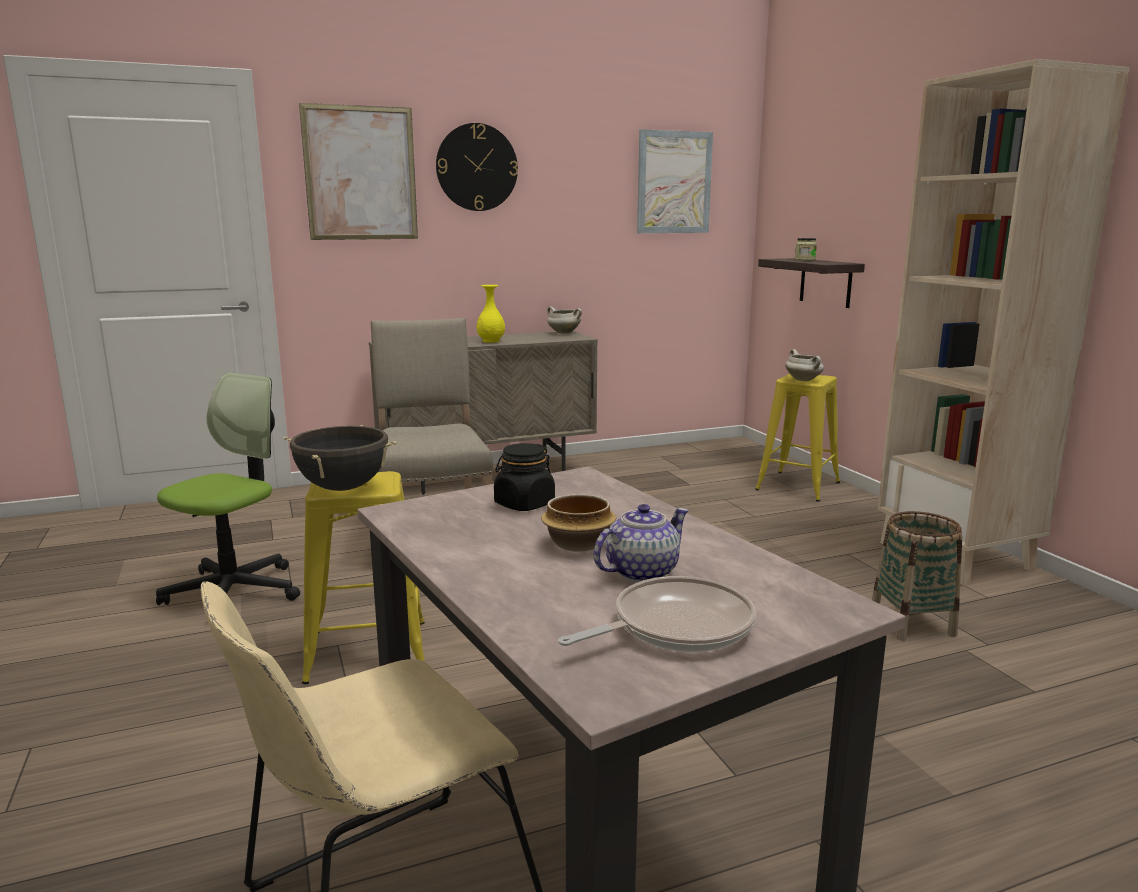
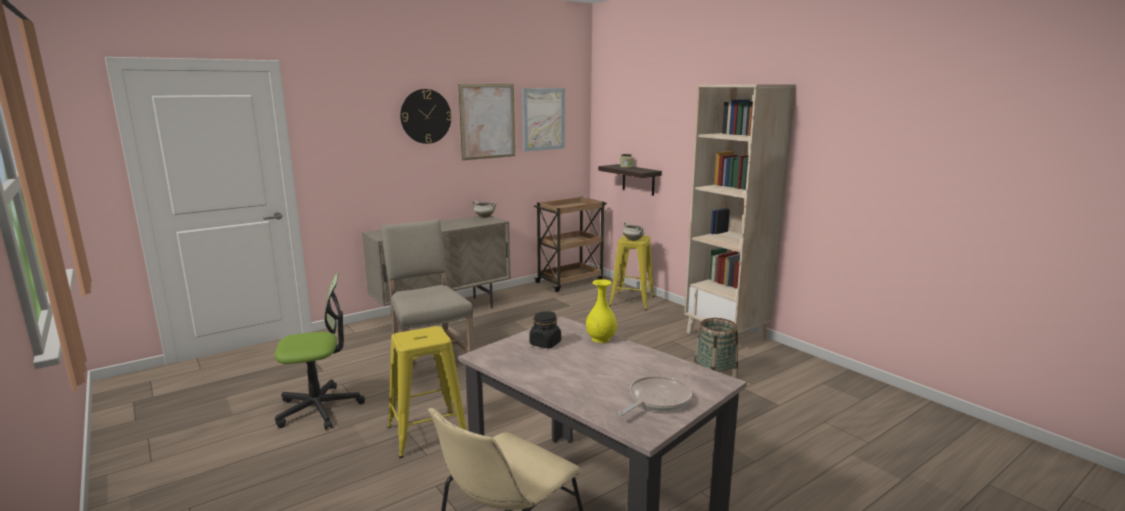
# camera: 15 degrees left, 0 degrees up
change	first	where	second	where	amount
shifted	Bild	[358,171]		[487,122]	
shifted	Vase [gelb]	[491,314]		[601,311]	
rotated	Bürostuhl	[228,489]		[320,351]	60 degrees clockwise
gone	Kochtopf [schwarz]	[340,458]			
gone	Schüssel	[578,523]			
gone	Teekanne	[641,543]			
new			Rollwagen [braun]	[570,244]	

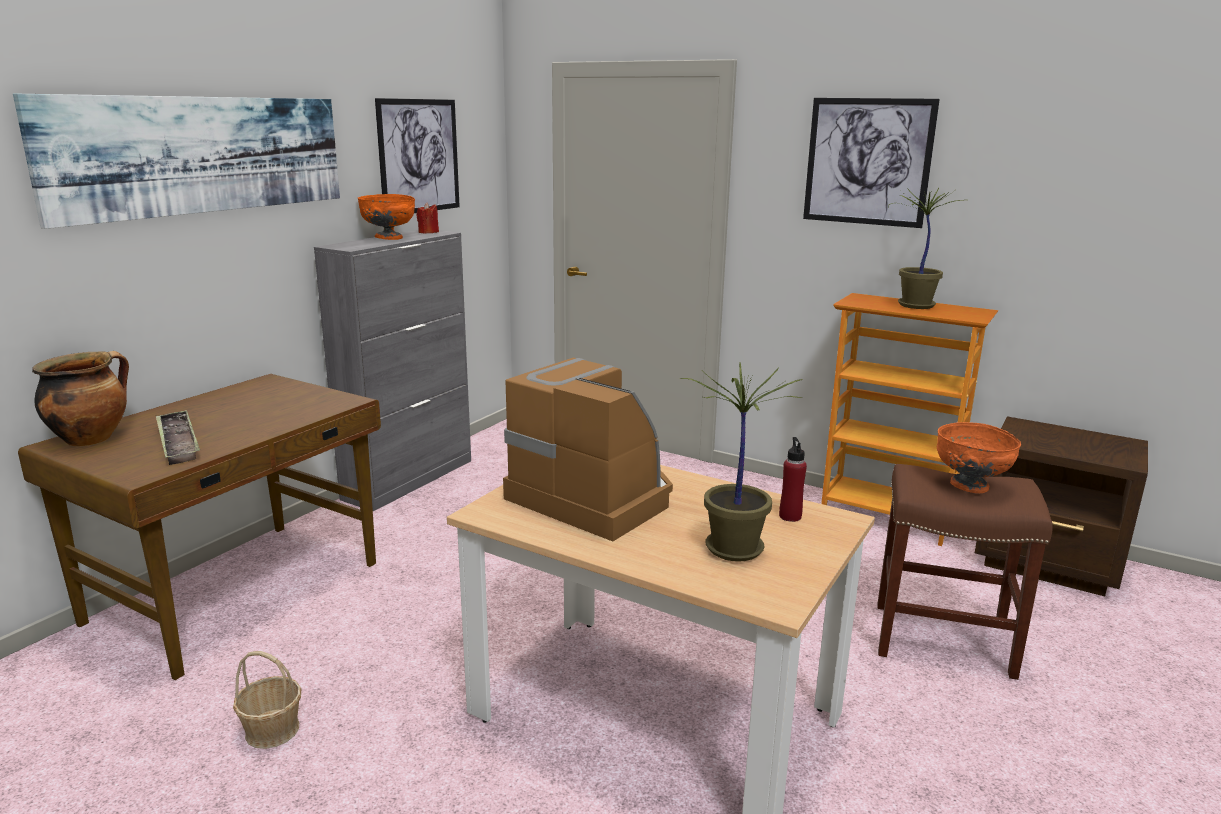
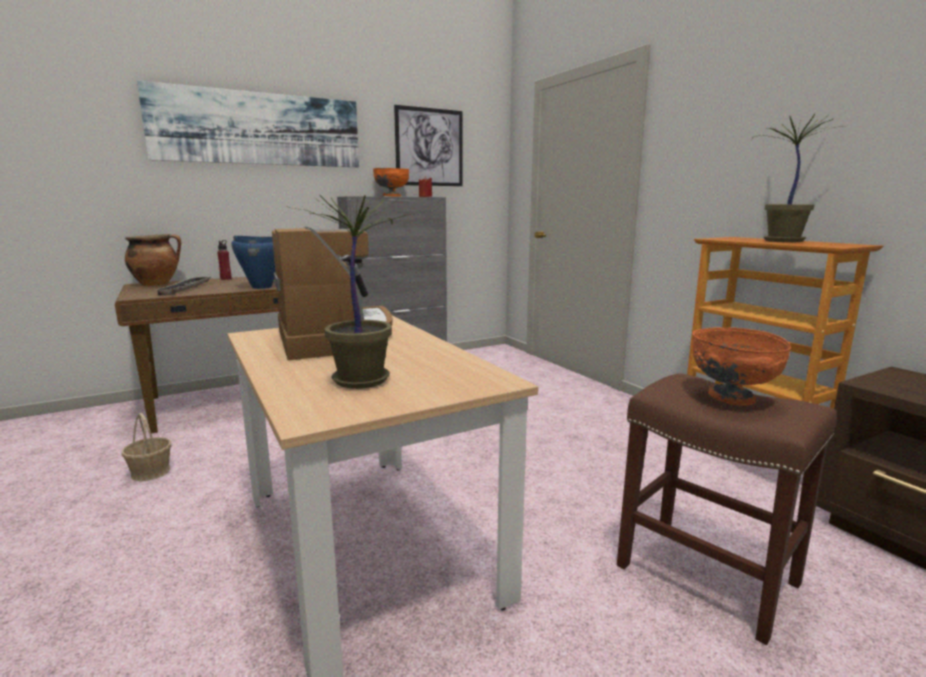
# camera: 30 degrees right, 5 degrees down
change	first	where	second	where	amount
gone	Bild	[871,163]			
shifted	Flasche [rot]	[793,479]		[224,260]	
new			Kochtopf [blau]	[253,262]	

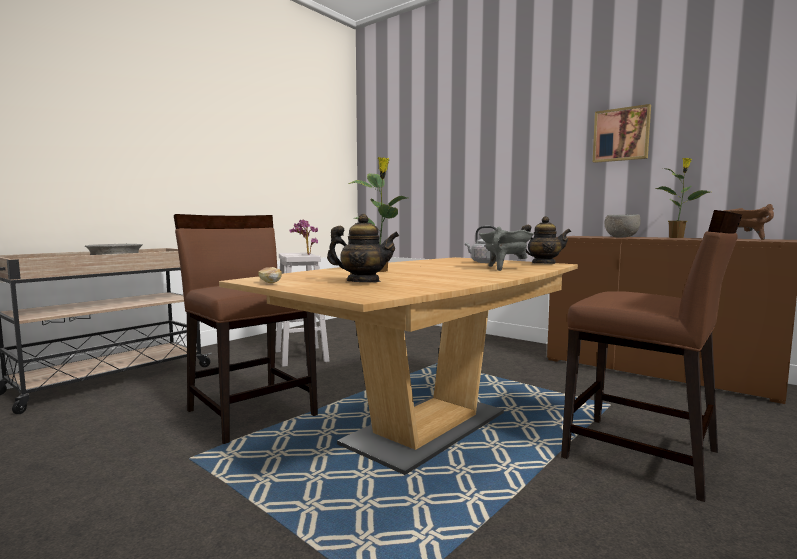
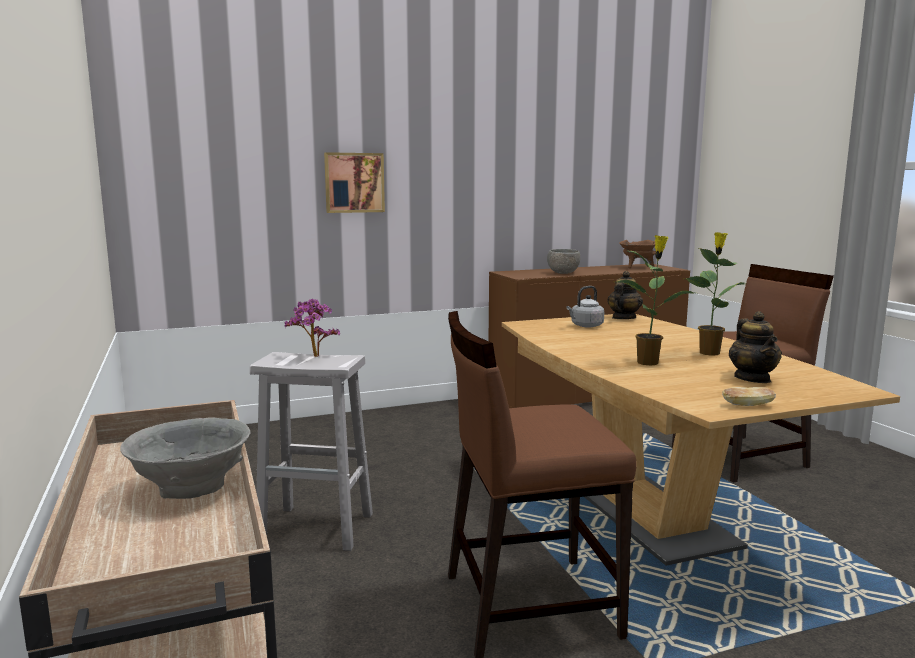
# camera: 60 degrees left, 5 degrees up
change	first	where	second	where	amount
shifted	Bild	[622,133]		[354,182]	
shifted	Topfpflanze	[683,198]		[715,294]	
rotated	Teekanne	[363,248]		[755,347]	135 degrees clockwise
gone	Kochtopf [grau]	[506,249]			

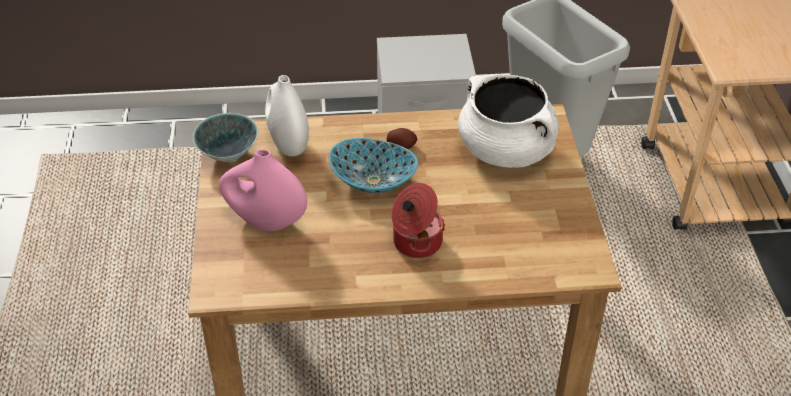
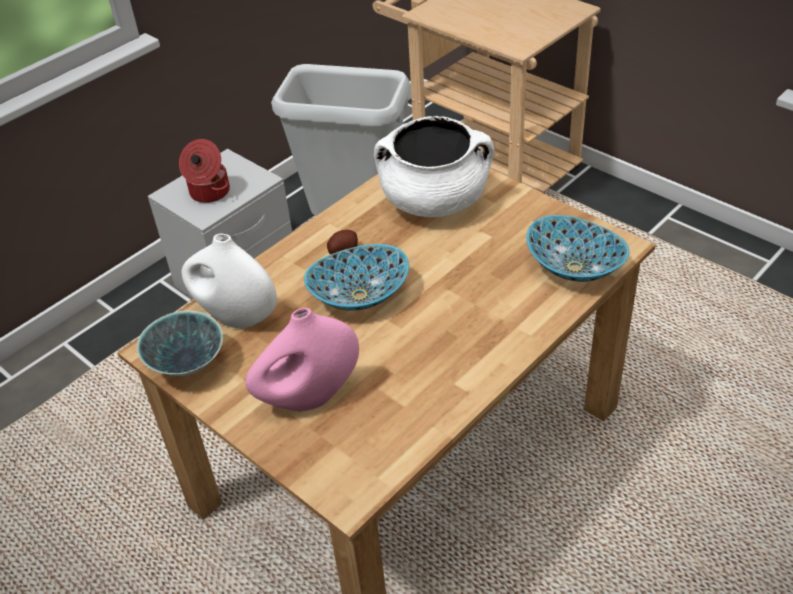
# camera: 40 degrees left, 0 degrees up
change	first	where	second	where	amount
shifted	Kochtopf	[418,220]		[204,171]	
new			Schüssel	[577,248]	

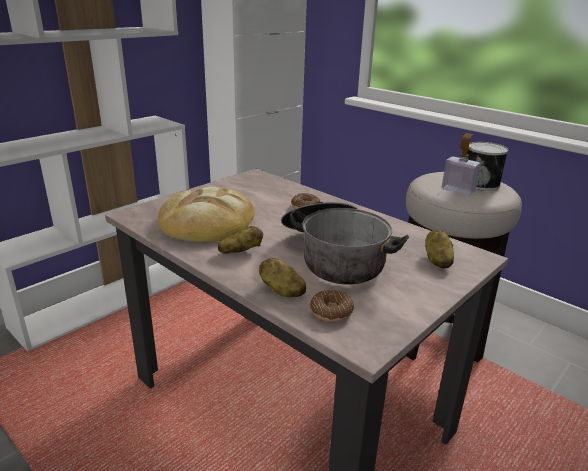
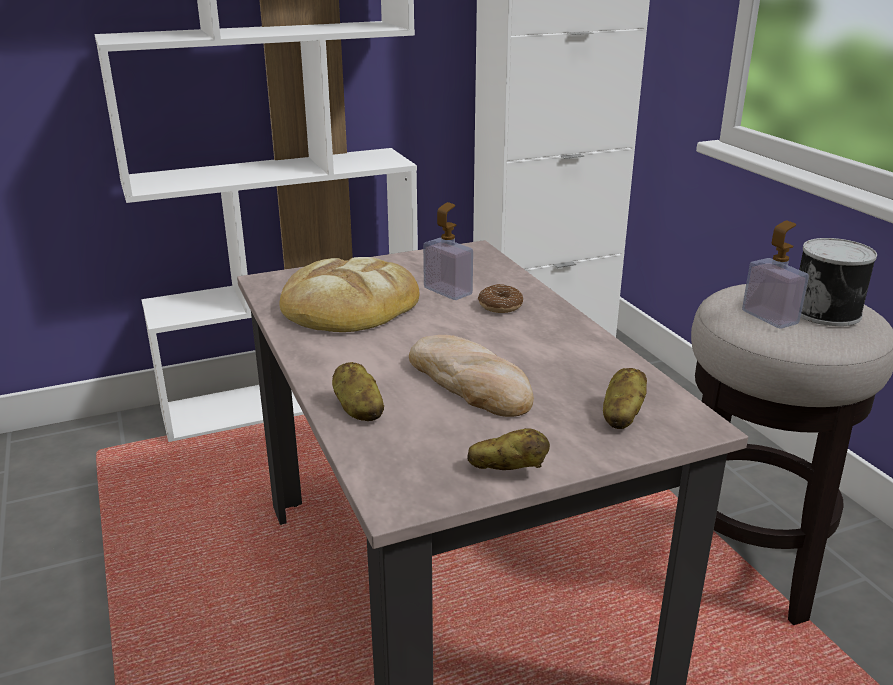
# camera: 25 degrees right, 0 degrees up
change	first	where	second	where	amount
swapped	Kochtopf	[345,243]	Brot	[471,376]	
shifted	Kartoffel	[240,240]		[508,449]	
gone	Donut	[332,306]			
new			Seifenspender	[448,251]	

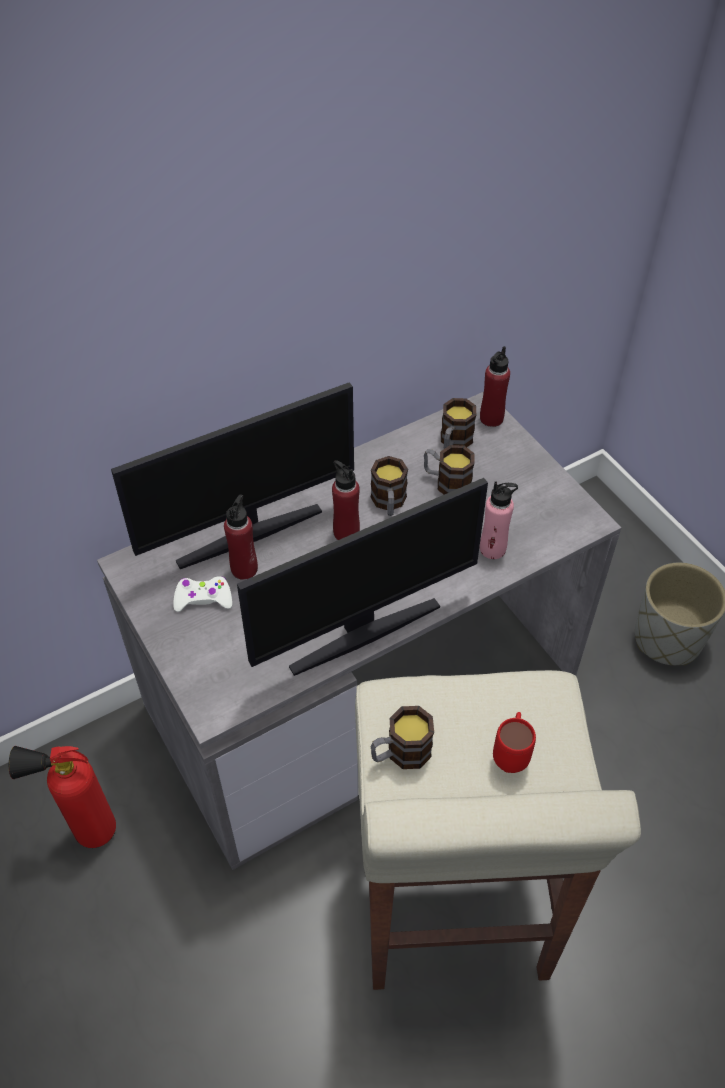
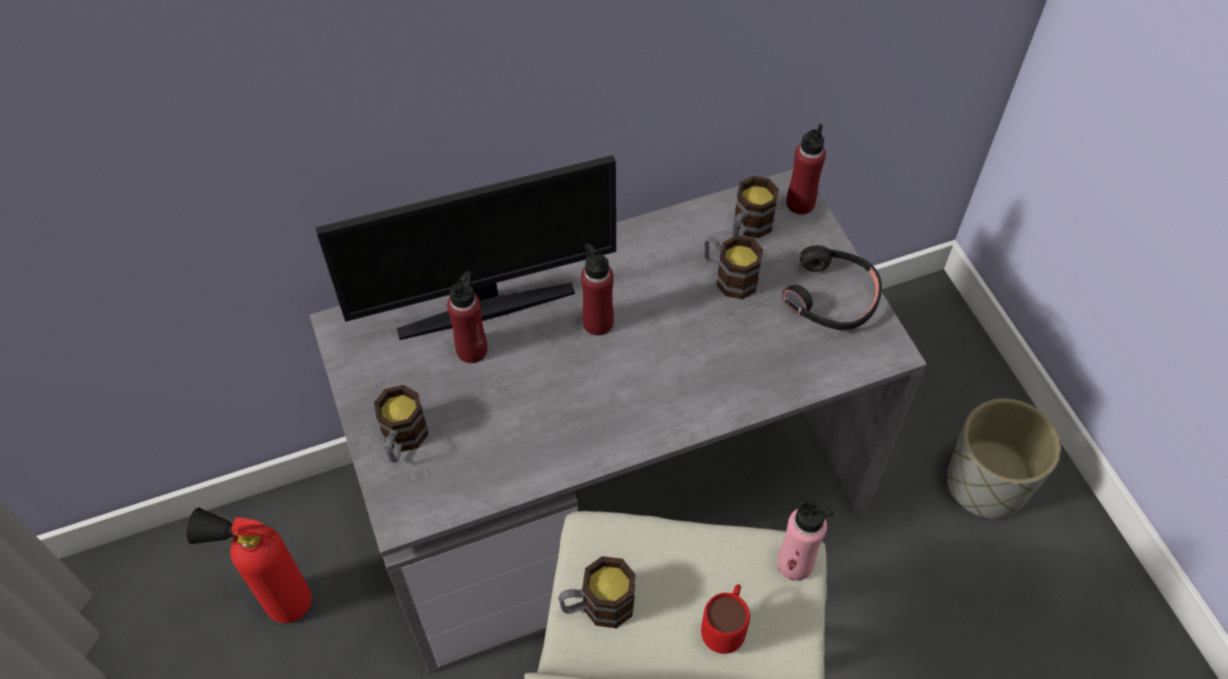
# camera: 10 degrees right, 5 degrees up
change	first	where	second	where	amount
shifted	Henkelbecher	[389,486]		[401,423]	
gone	Monitor	[362,577]			
shifted	Flasche [rosa]	[499,520]		[805,540]	
gone	Gamepad [weiß]	[202,594]			
new			Kopfhörer [schwarz]	[832,287]	

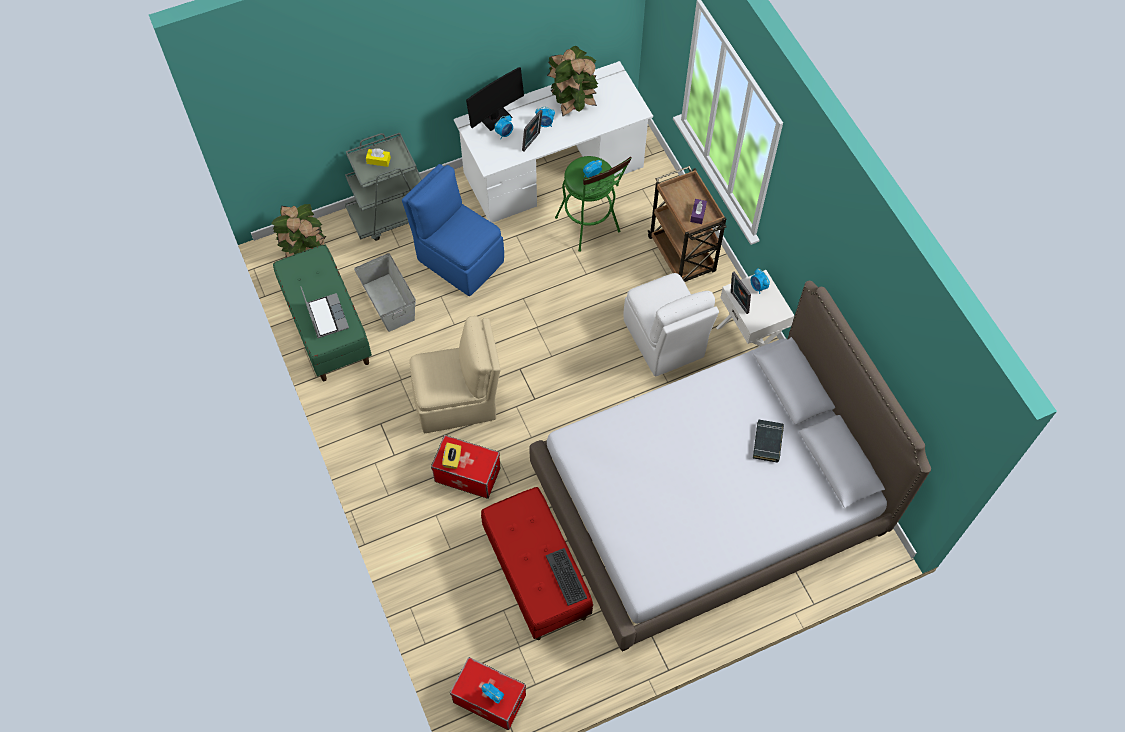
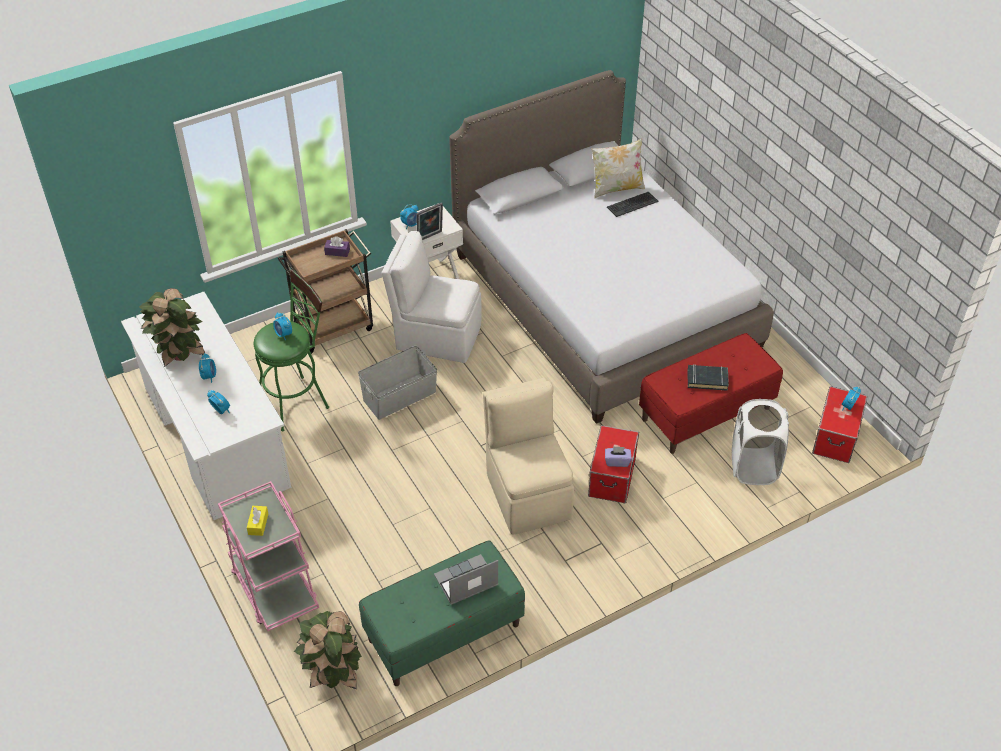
# camera: 95 degrees left, 15 degrees down
change	first	where	second	where	amount
gone	Monitor	[495,99]			
gone	Bilderrahmen	[532,130]			
repainted	Rollwagen [grau]	[383,187]	Rollwagen [rosa]	[268,556]	
gone	Stuhl [blau]	[453,230]			
shifted	Aufbewahrungsbox [grau]	[385,292]		[397,382]	
rotated	Stuhl [weiß]	[671,325]		[431,297]	135 degrees counterclockwise
shifted	Buch [schwarz]	[768,440]		[708,377]	
repainted	Taschentuchbox [gelb]	[451,456]	Taschentuchbox [lila]	[618,456]	
shifted	Tastatur	[566,577]		[633,204]	
new			Kissen	[618,168]	
new			Wäschekorb [weiß]	[760,442]	

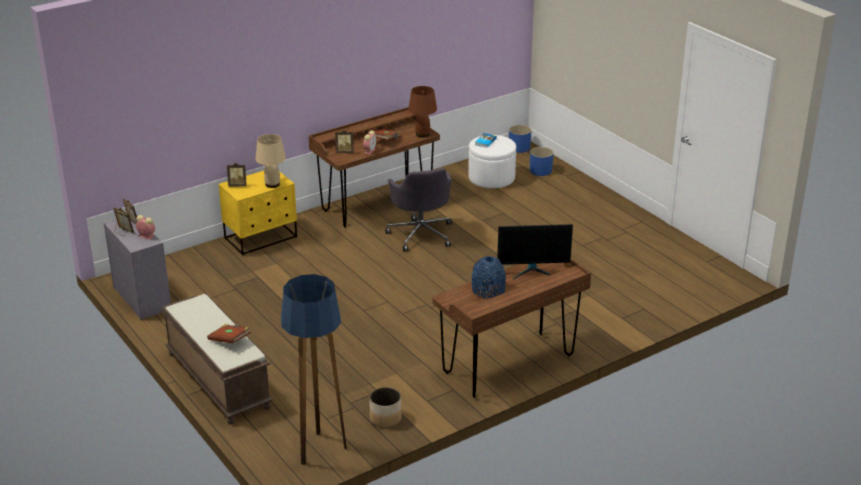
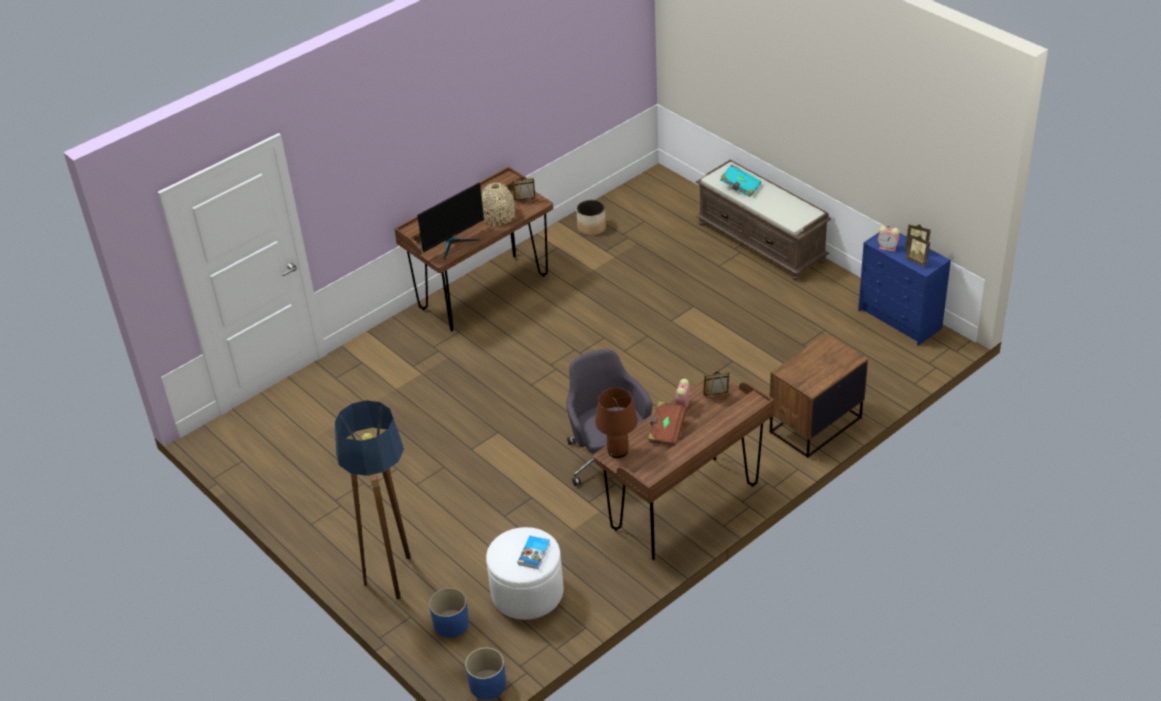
# camera: 175 degrees right, 10 degrees up
change	first	where	second	where	amount
gone	Tischlampe [beige]	[271,161]			
shifted	Bilderrahmen	[237,175]		[524,192]	
repainted	Nachttisch [gelb]	[258,213]	Nachttisch [braun]	[819,396]	
repainted	Kommode [grau]	[137,269]	Kommode [blau]	[904,286]	
rotated	Monitor	[535,251]		[450,221]	150 degrees clockwise
repainted	Vase [blau]	[489,277]	Vase [beige]	[498,204]	
shifted	Stehlampe	[314,369]		[373,499]	
repainted	Buch [braun]	[229,333]	Buch [türkis]	[741,180]	

